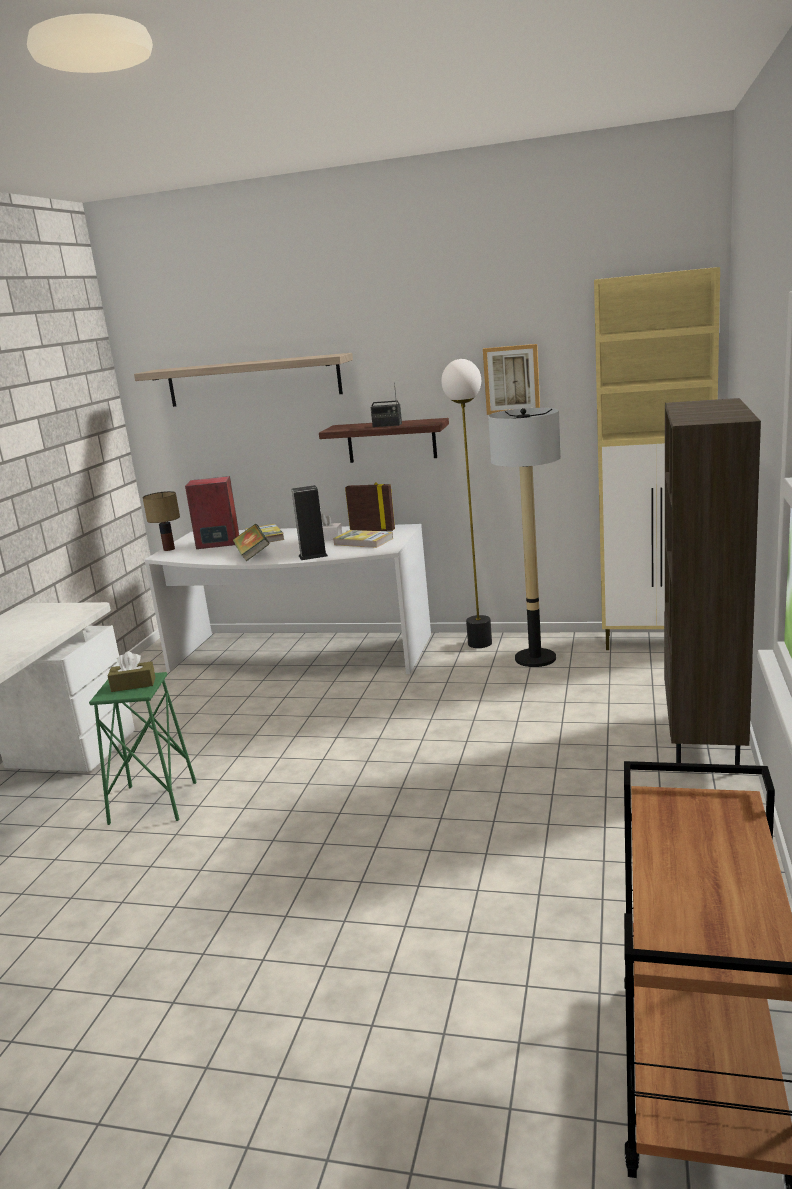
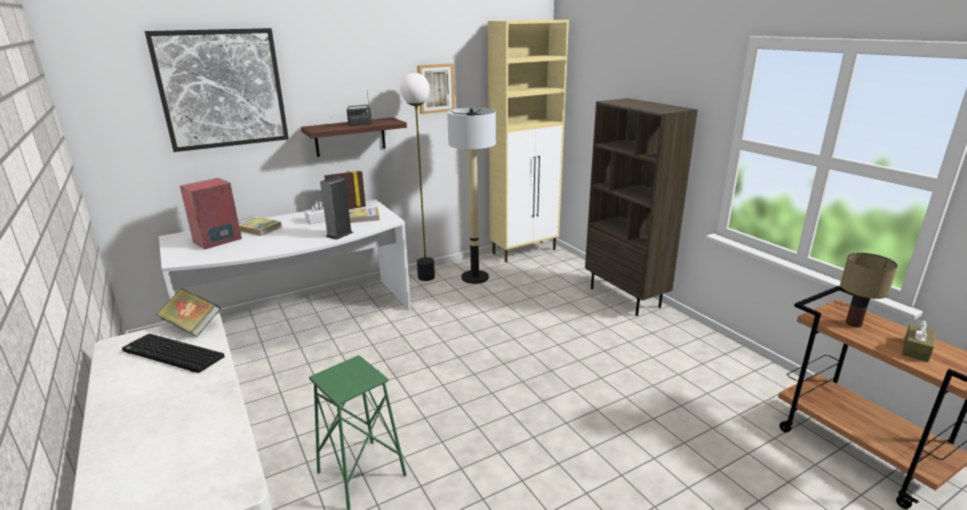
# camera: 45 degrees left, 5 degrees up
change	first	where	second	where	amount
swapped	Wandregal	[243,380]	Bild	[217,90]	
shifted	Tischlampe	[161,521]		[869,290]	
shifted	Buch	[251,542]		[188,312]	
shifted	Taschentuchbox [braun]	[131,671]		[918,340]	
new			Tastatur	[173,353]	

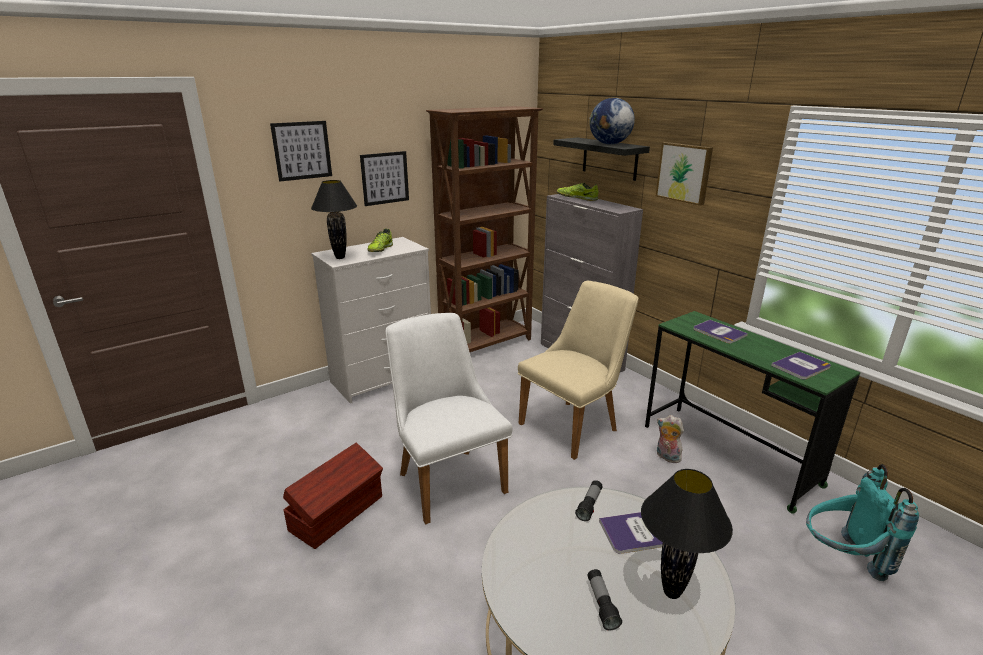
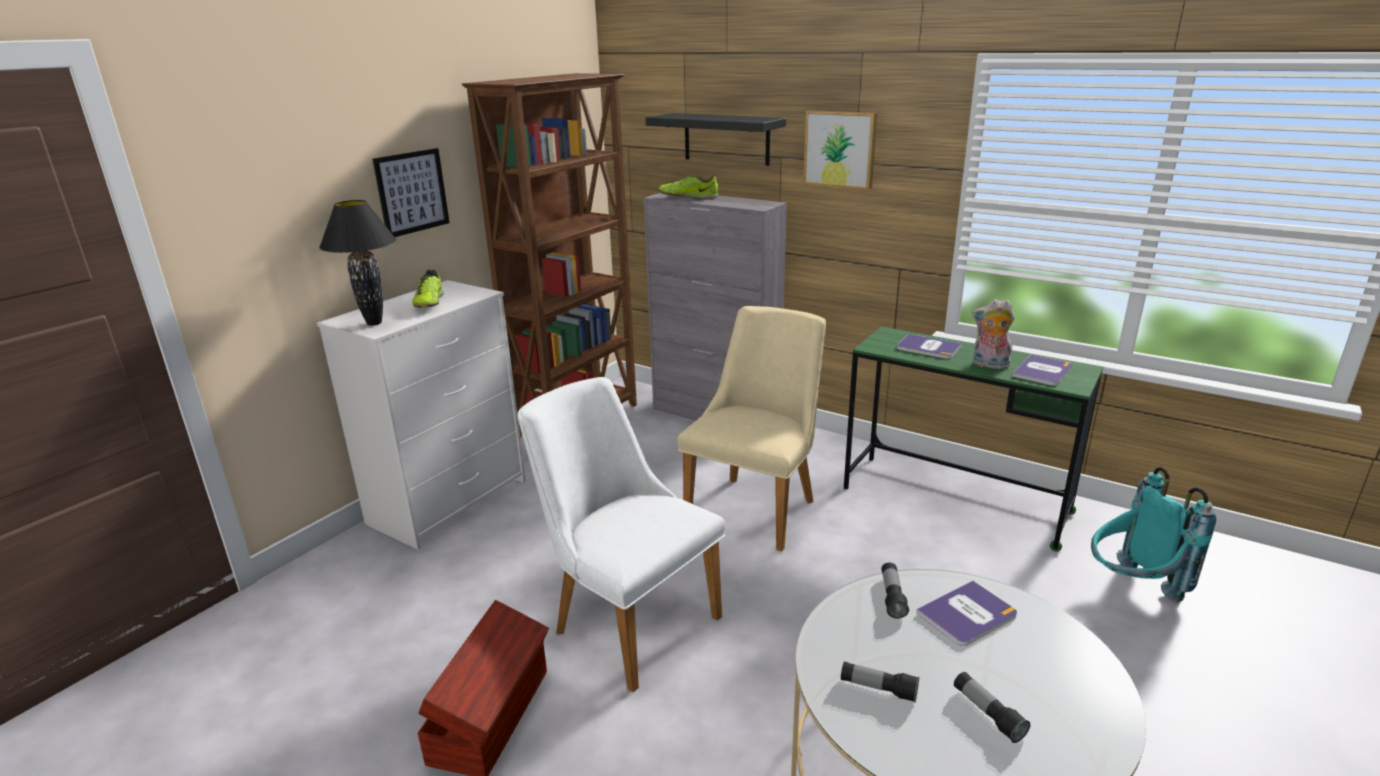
# camera: 20 degrees left, 0 degrees up
change	first	where	second	where	amount
gone	Globus	[612,121]			
gone	Bild	[301,151]			
shifted	Plüschtier	[670,439]		[993,334]	
gone	Tischlampe [schwarz]	[687,534]			
new			Taschenlampe	[880,682]	

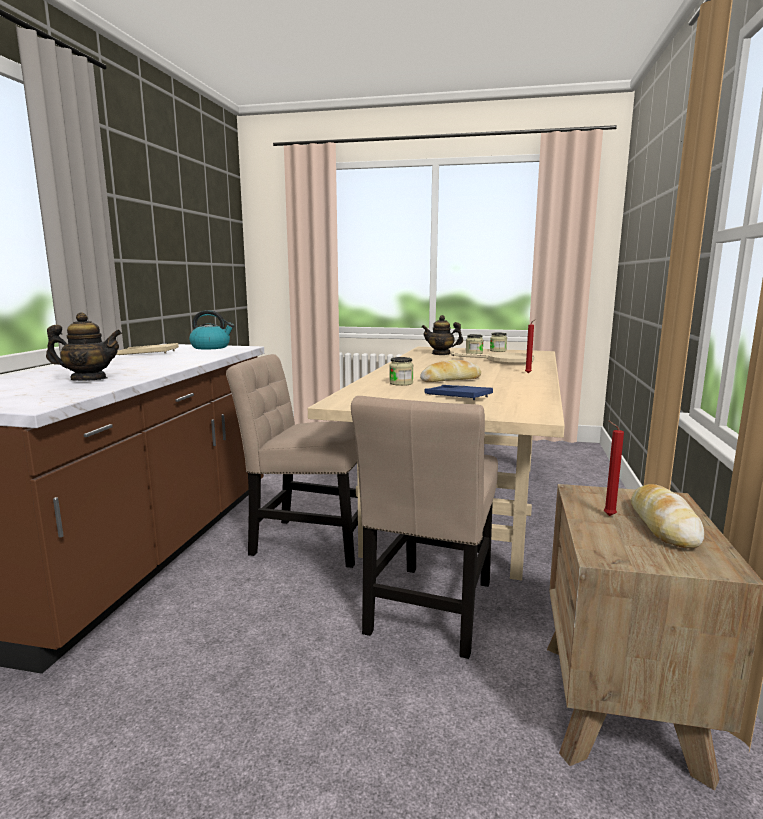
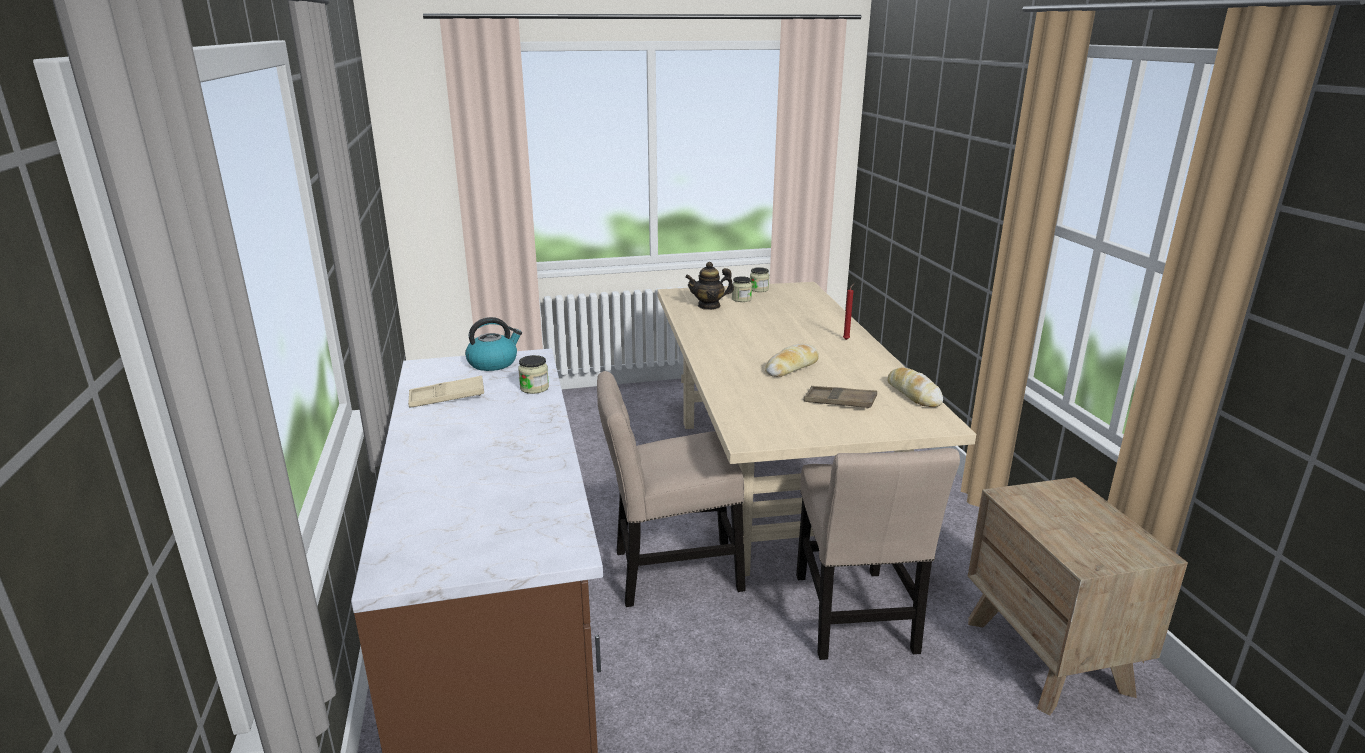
# camera: 25 degrees left, 10 degrees up
change	first	where	second	where	amount
gone	Teekanne	[84,346]			
gone	Pfanne [beige]	[492,359]			
shifted	Vorratsglas	[401,371]		[533,374]	
repainted	Tablett [blau]	[459,392]	Tablett [braun]	[840,397]	
gone	Kerze [rot]	[614,468]			
shifted	Brot	[667,516]		[915,387]	

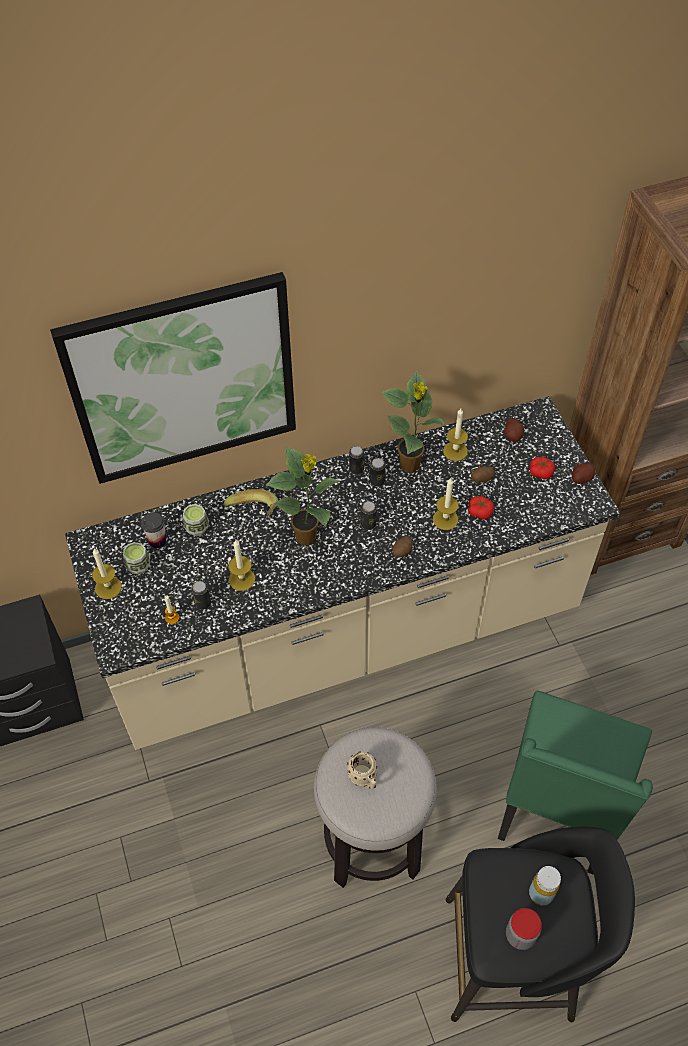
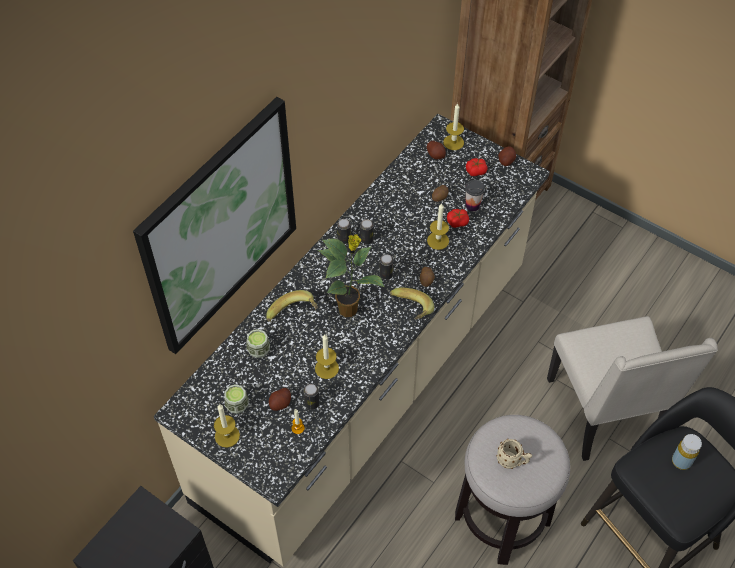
# camera: 35 degrees left, 0 degrees up
change	first	where	second	where	amount
gone	Topfpflanze	[413,421]			
shifted	Kerze	[455,434]		[453,126]	
shifted	Tasse	[153,530]		[475,195]	
repainted	Stuhl [grün]	[575,782]	Stuhl [beige]	[632,388]	
gone	Vorratsglas	[524,929]			
new			Banane	[412,304]	
new			Kartoffel	[280,399]	

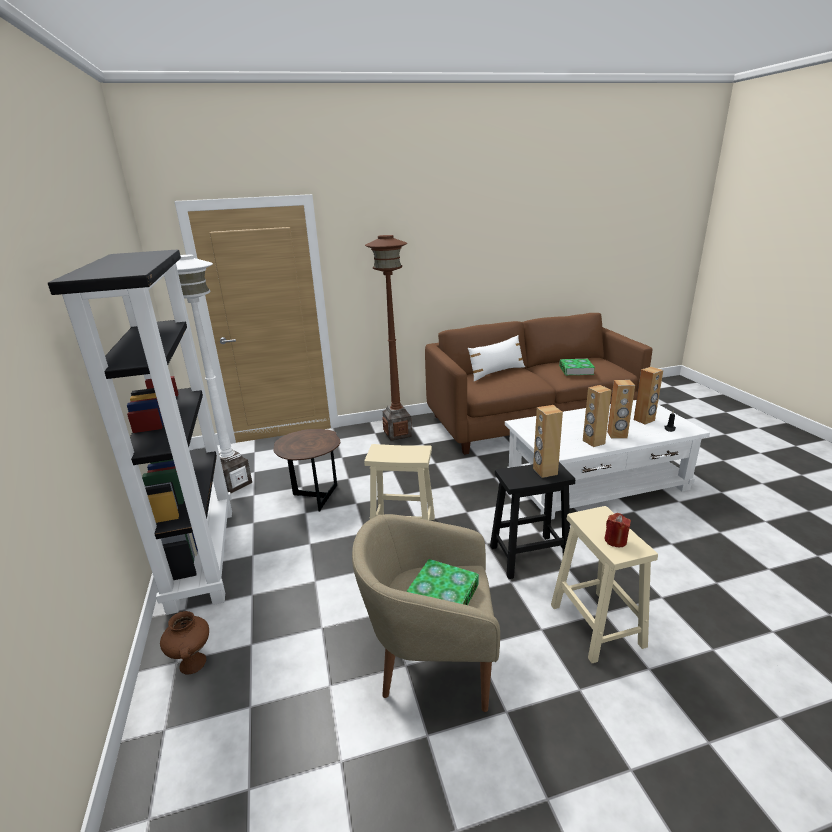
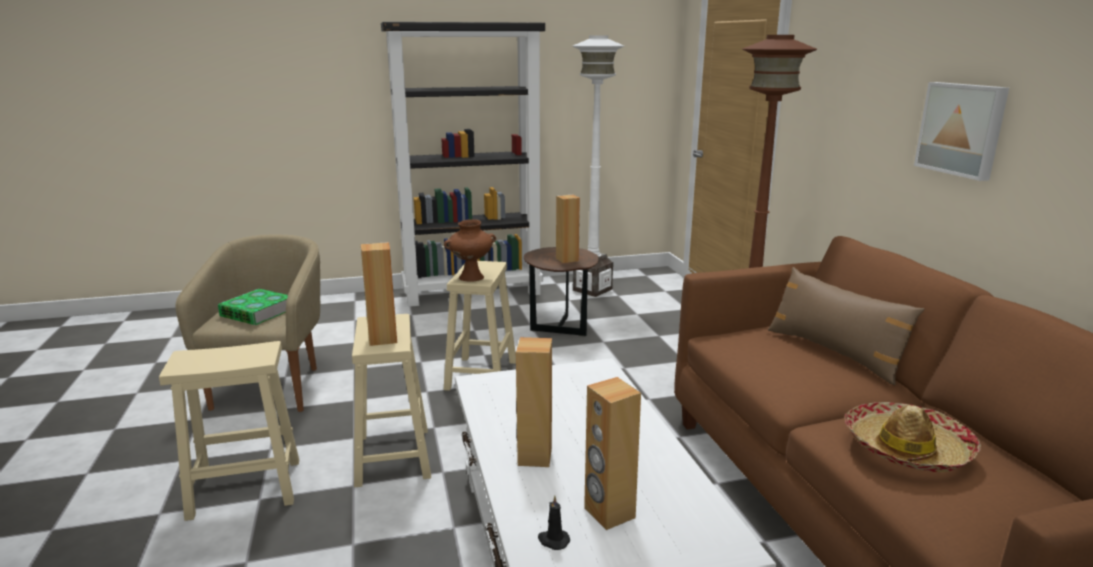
# camera: 90 degrees right, 5 degrees down
change	first	where	second	where	amount
repainted	Kissen [weiß]	[496,358]	Kissen [braun]	[846,326]	
swapped	Buch	[577,367]	Hut	[912,437]	
shifted	Lautsprecher [braun]	[597,416]		[568,229]	
repainted	Hocker [schwarz]	[532,520]	Hocker [beige]	[391,400]	
gone	Kerze [rot]	[617,530]			
shifted	Vase [braun]	[184,643]		[470,250]	
new			Bild	[961,131]	

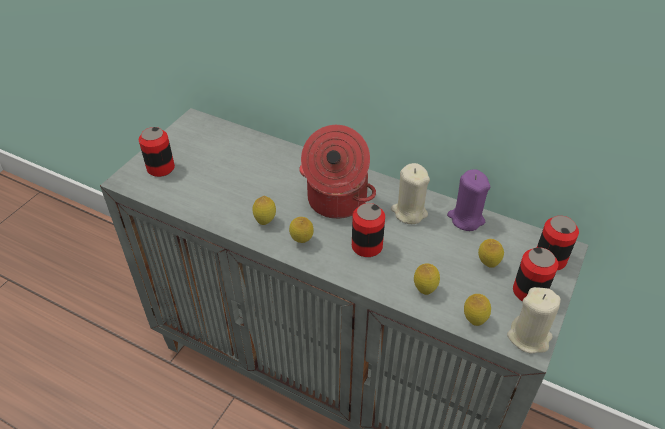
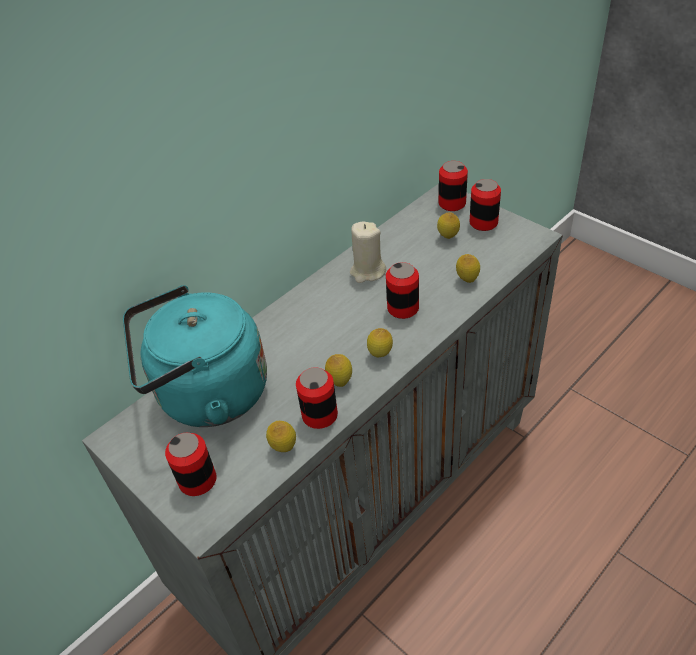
# camera: 70 degrees left, 0 degrees up
change	first	where	second	where	amount
gone	Kochtopf	[337,172]			
gone	Kerze [lila]	[468,200]			
gone	Kerze [beige]	[534,320]			
shifted	Zitrone	[477,310]		[281,436]	
new			Wasserkessel [türkis]	[195,356]	
new			Dose	[317,398]	

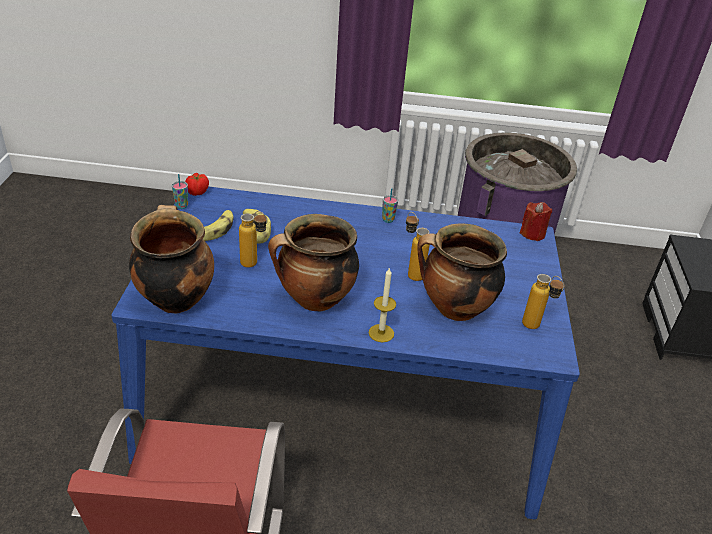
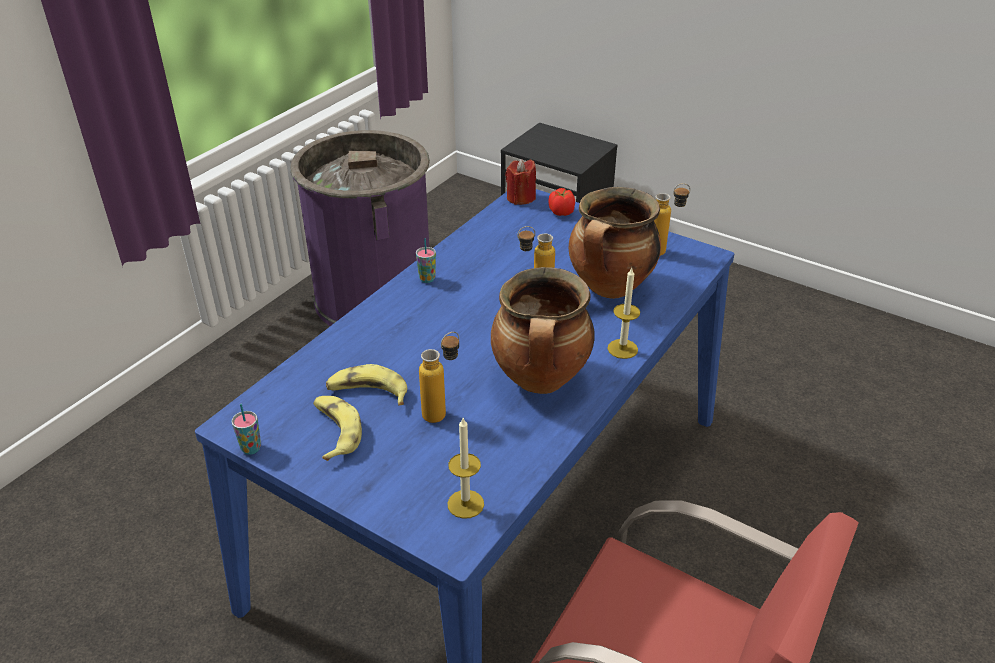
# camera: 60 degrees left, 0 degrees up
change	first	where	second	where	amount
shifted	Tomate	[197,184]		[561,202]	
swapped	Kochtopf	[171,259]	Kerze	[466,468]	

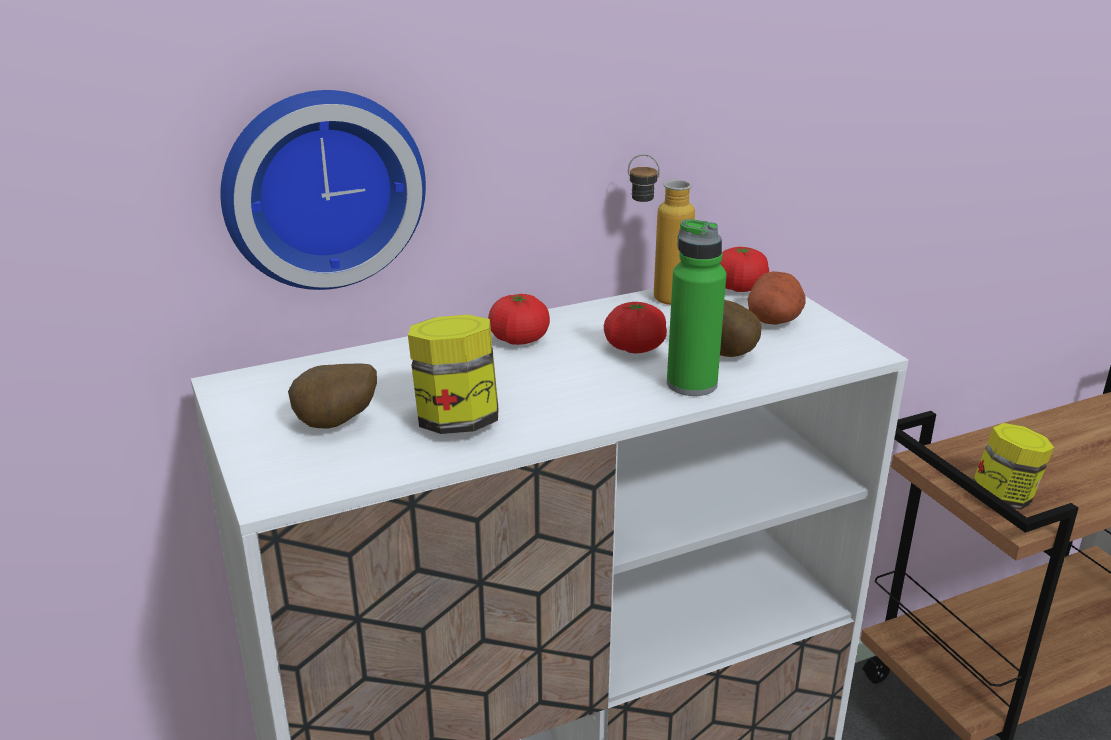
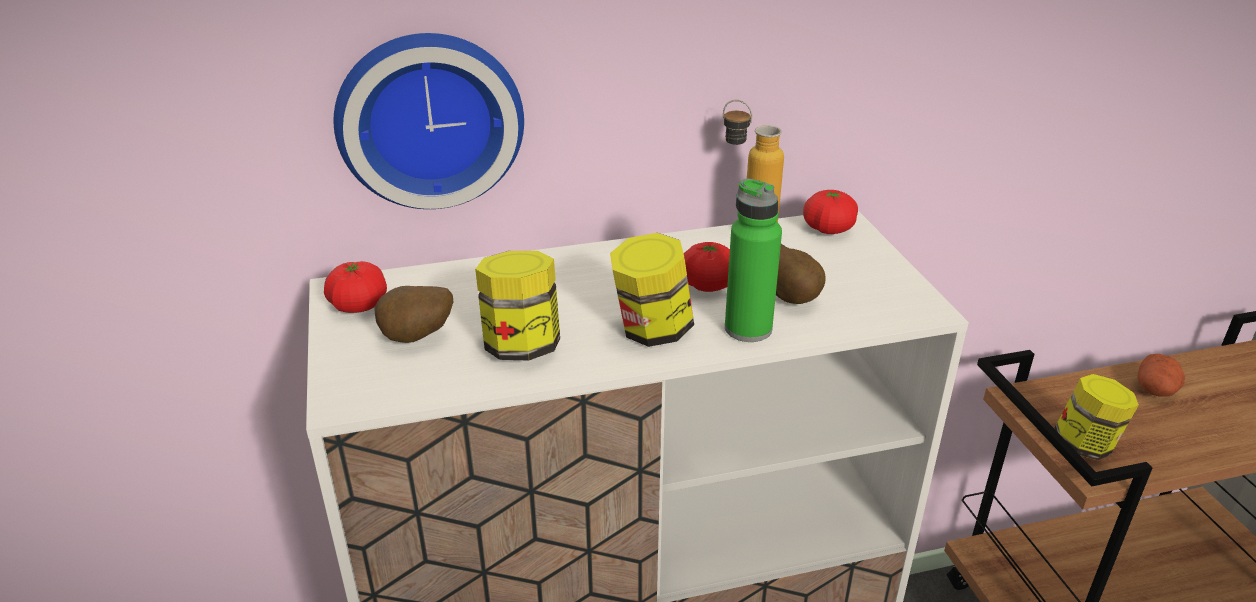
# camera: 10 degrees right, 5 degrees up
change	first	where	second	where	amount
shifted	Kartoffel	[777,298]		[1161,375]	
shifted	Tomate	[519,319]		[355,287]	
new			Vorratsglas	[652,290]	

